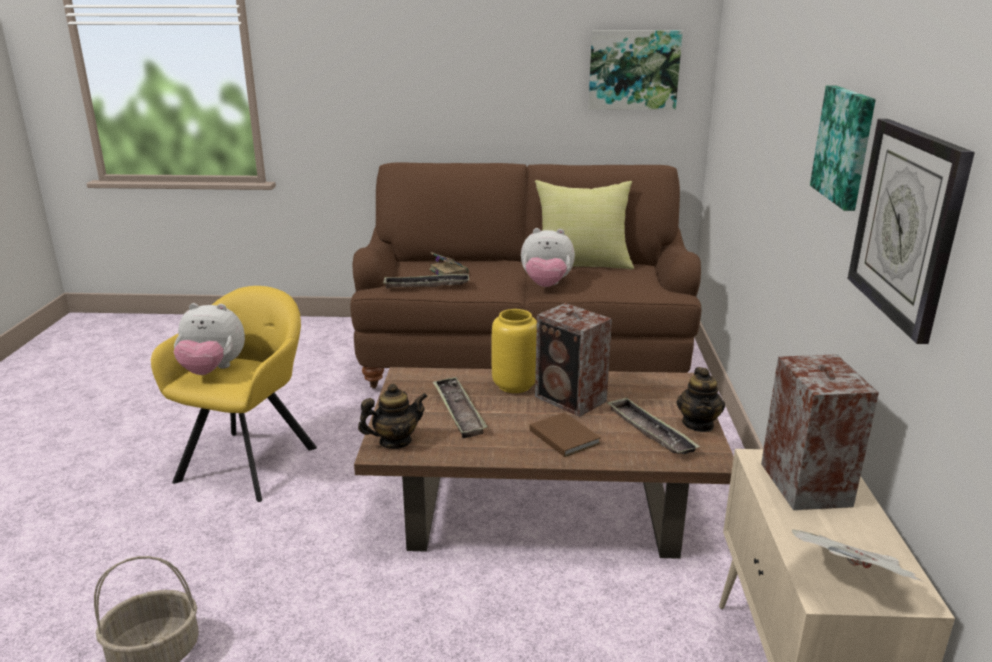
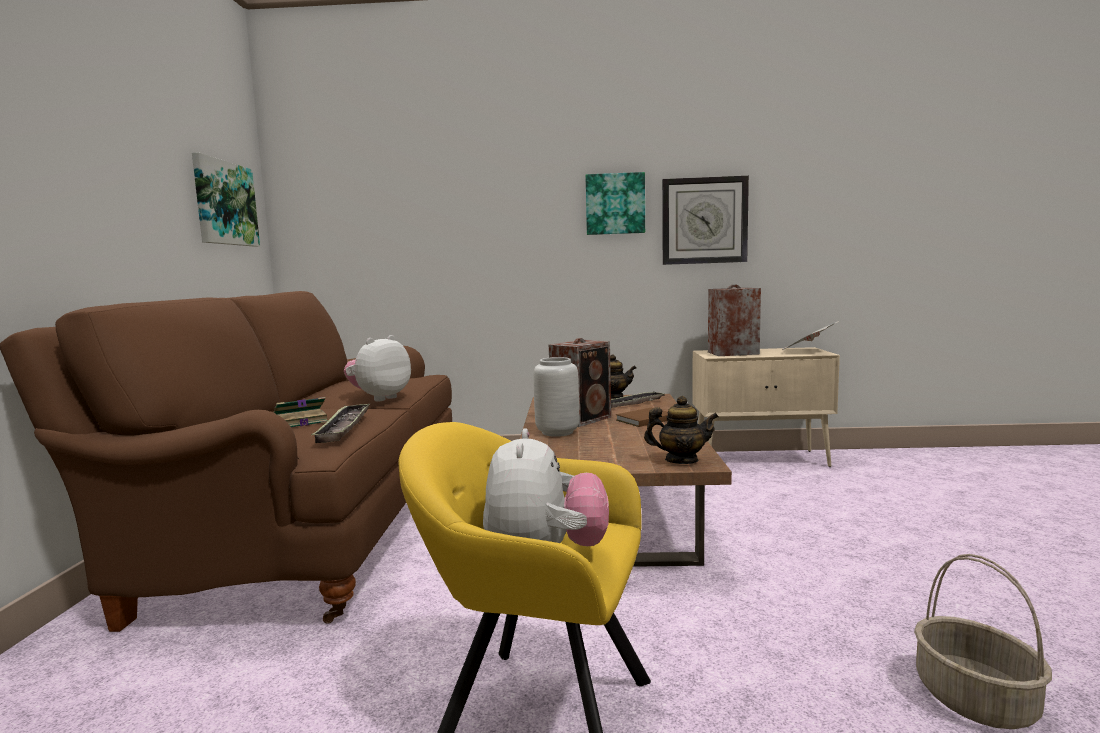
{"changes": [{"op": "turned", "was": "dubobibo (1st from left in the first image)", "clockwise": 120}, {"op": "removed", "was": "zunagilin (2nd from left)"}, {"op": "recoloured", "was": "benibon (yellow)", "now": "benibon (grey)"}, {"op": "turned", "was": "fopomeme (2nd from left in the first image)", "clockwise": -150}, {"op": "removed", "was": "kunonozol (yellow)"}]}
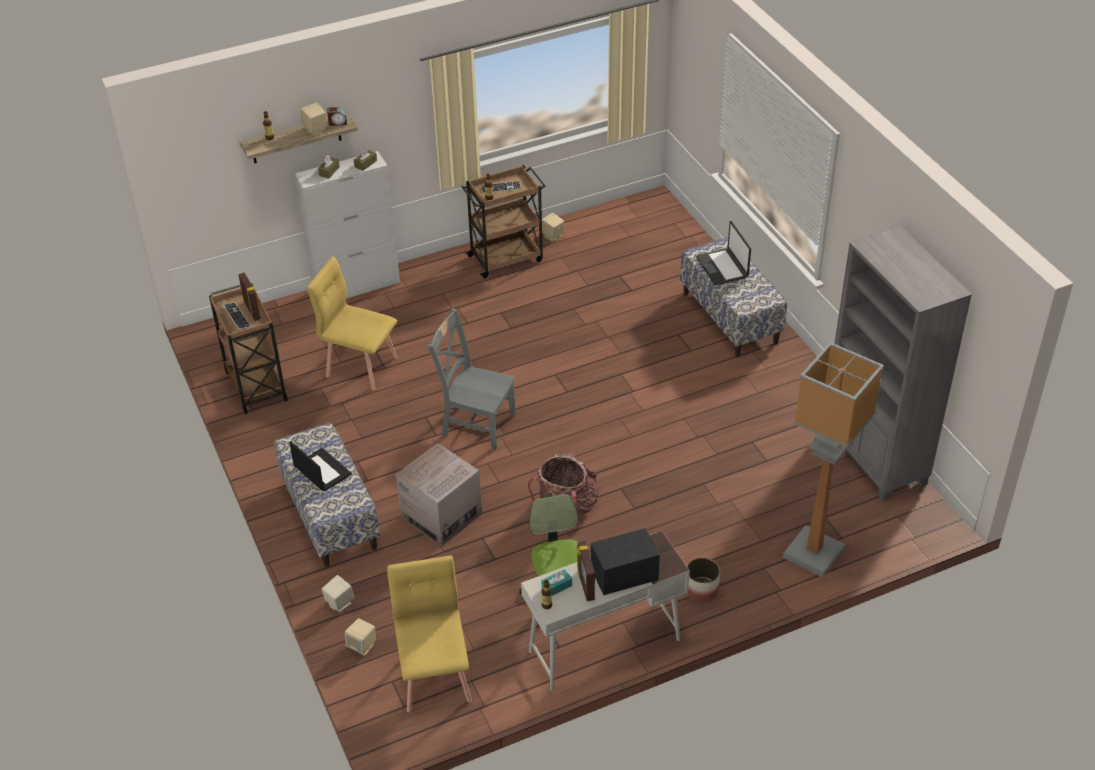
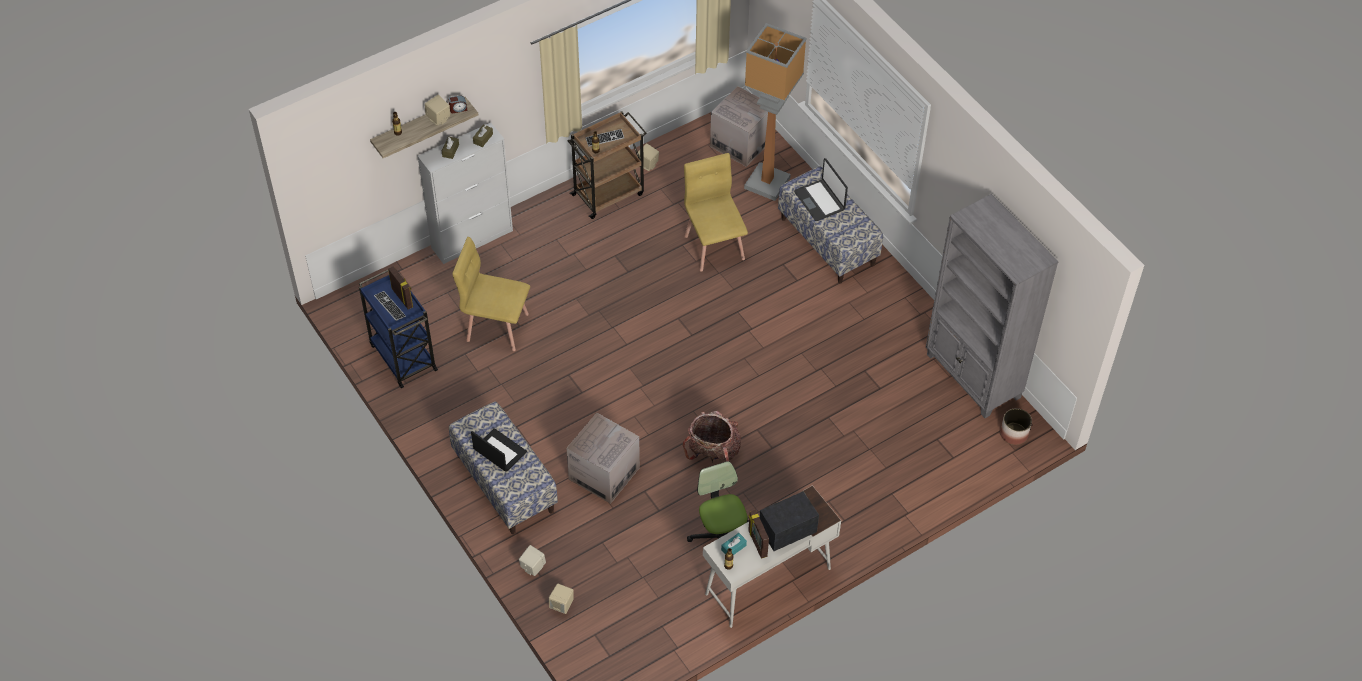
{"changes": [{"op": "recoloured", "was": "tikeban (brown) (1st from left)", "now": "tikeban (blue)"}, {"op": "moved", "was": "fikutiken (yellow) (2nd from left)"}, {"op": "removed", "was": "fikutiken (grey)"}, {"op": "moved", "was": "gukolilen"}, {"op": "moved", "was": "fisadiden"}, {"op": "added", "now": "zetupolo (2nd from left)"}]}
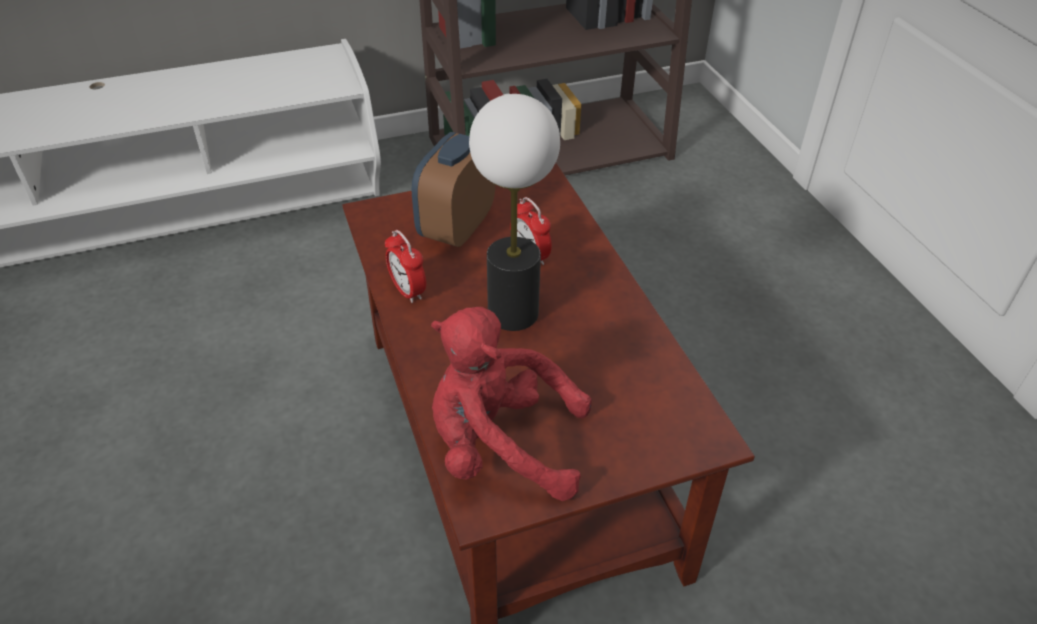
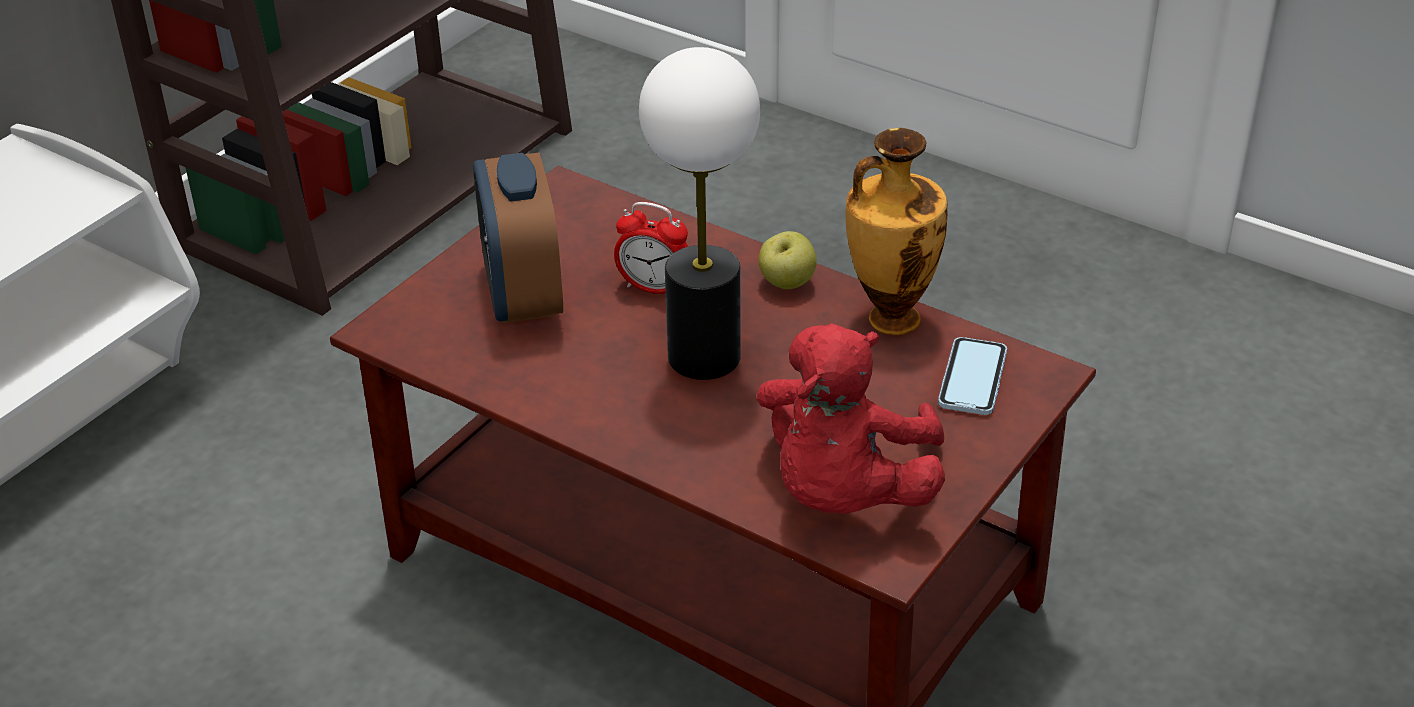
{"changes": [{"op": "removed", "was": "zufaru (1st from left)"}, {"op": "turned", "was": "fopomeme (red)", "clockwise": -45}, {"op": "added", "now": "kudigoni"}, {"op": "added", "now": "benibon"}, {"op": "added", "now": "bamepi"}]}
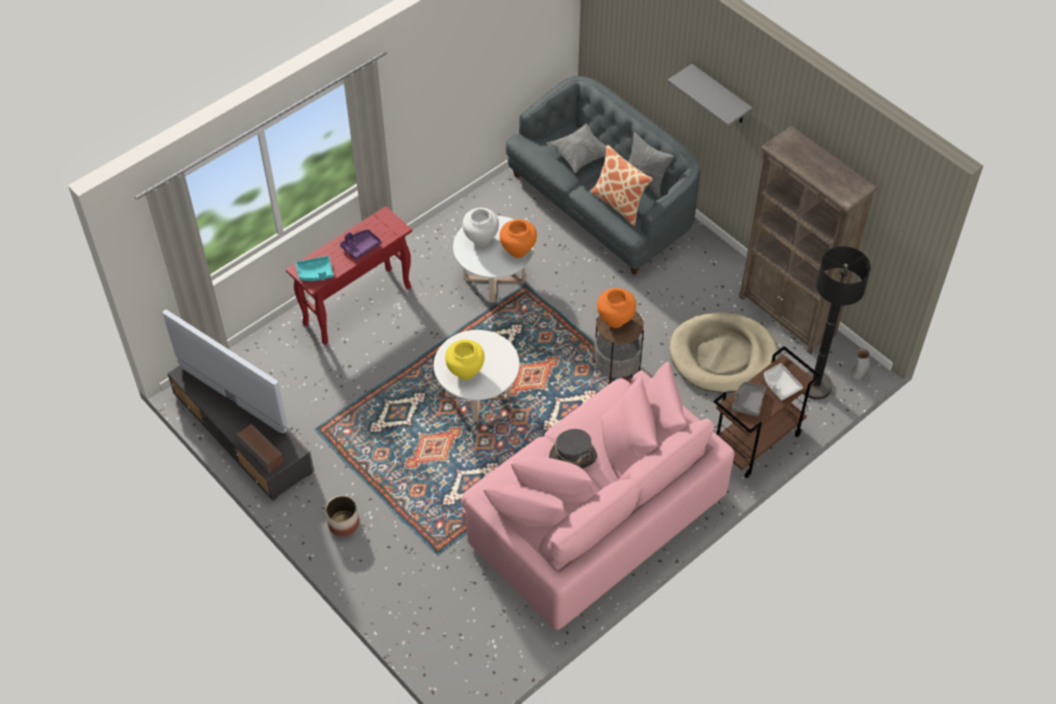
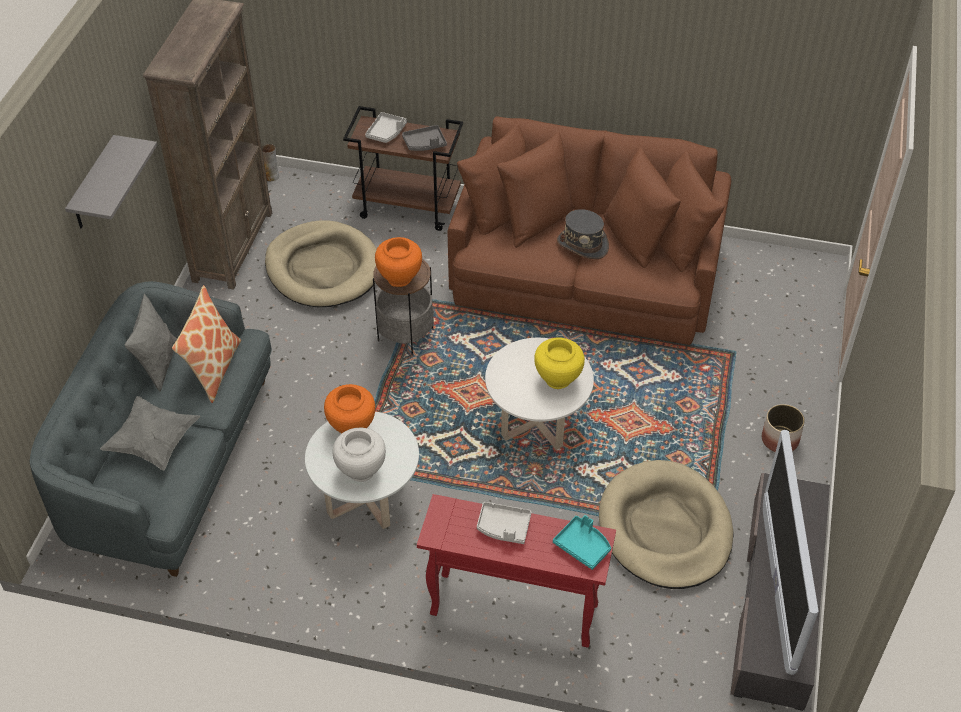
{"changes": [{"op": "removed", "was": "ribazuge"}, {"op": "recoloured", "was": "zunagilin (purple)", "now": "zunagilin (grey) (3rd from left)"}, {"op": "recoloured", "was": "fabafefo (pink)", "now": "fabafefo (brown)"}, {"op": "removed", "was": "fisadiden (black)"}, {"op": "added", "now": "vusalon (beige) (2nd from left)"}]}
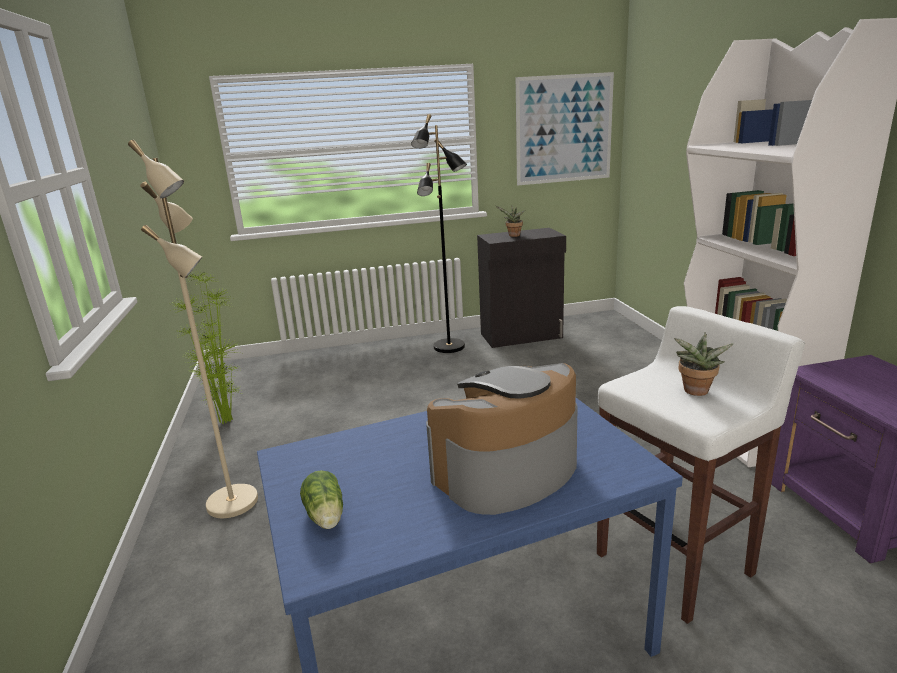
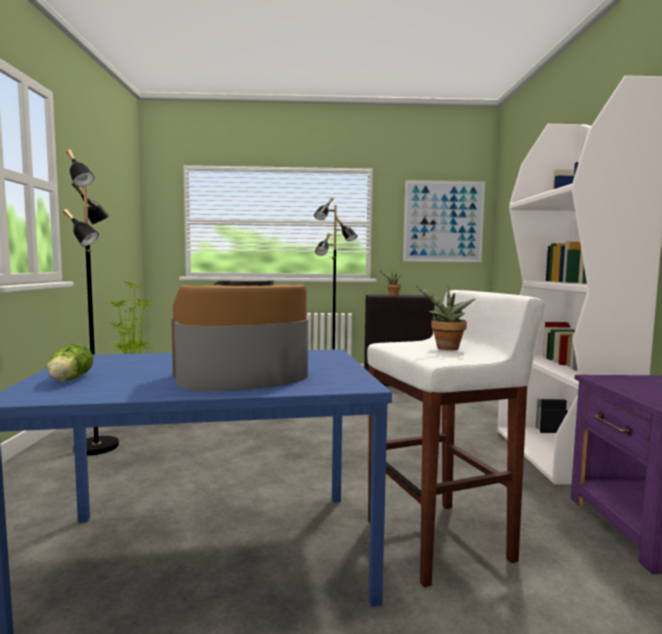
{"changes": [{"op": "recoloured", "was": "fisadiden (beige)", "now": "fisadiden (black) (1st from left)"}]}
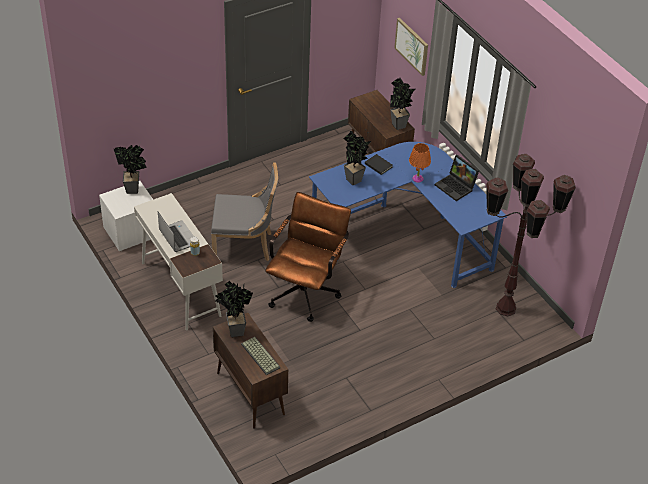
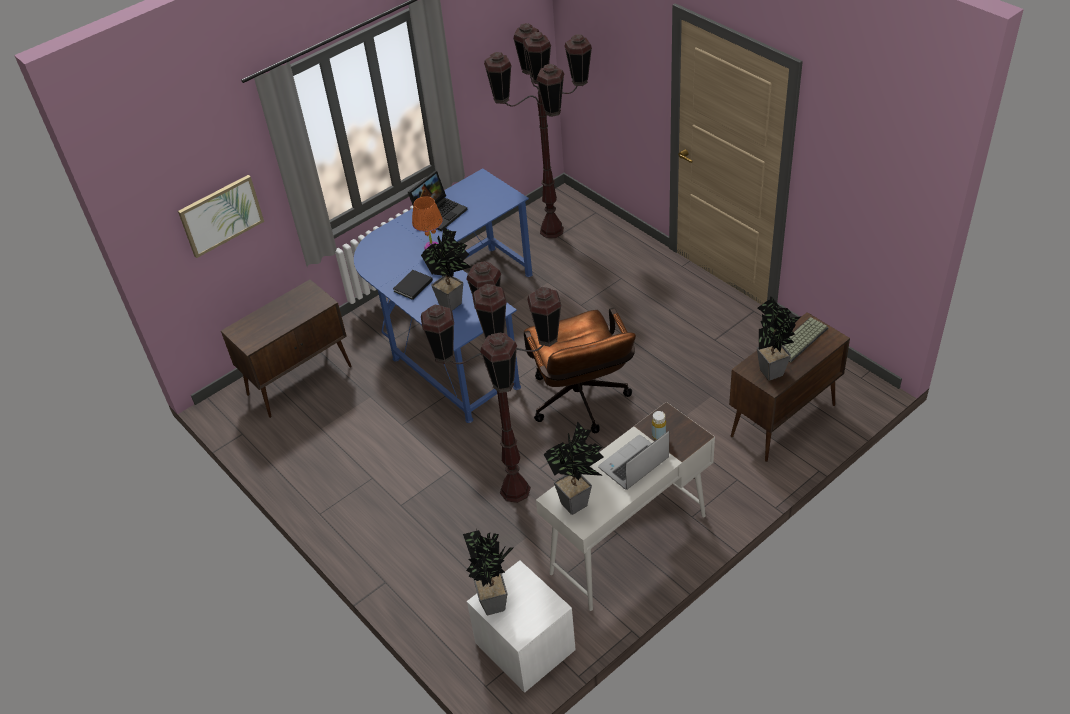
{"changes": [{"op": "replaced", "was": "fikutiken (grey)", "now": "fisadiden (brown) (1st from left)"}, {"op": "turned", "was": "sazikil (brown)", "clockwise": -120}, {"op": "moved", "was": "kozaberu (4th from left in the first image)", "now": "kozaberu (3rd from left)"}]}
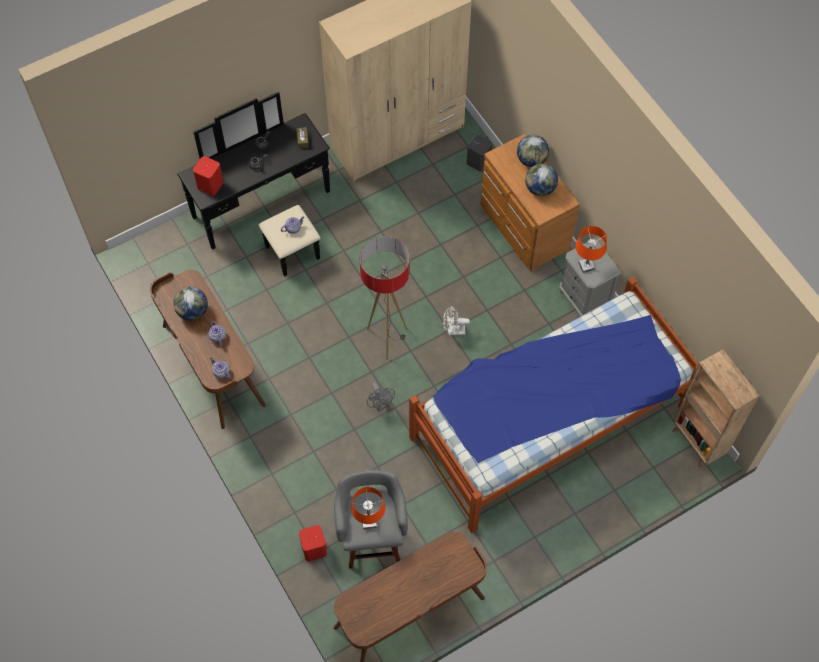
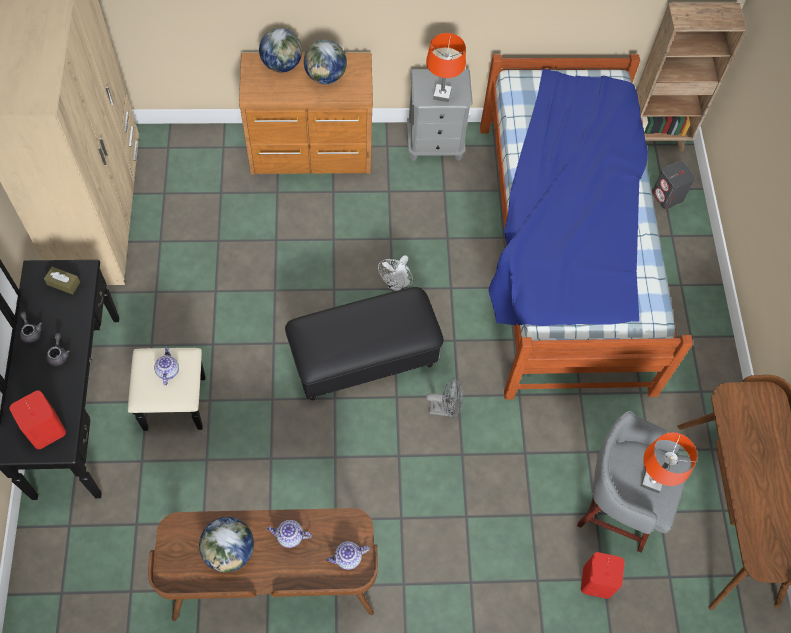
{"changes": [{"op": "replaced", "was": "fisadiden", "now": "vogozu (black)"}, {"op": "moved", "was": "ribazuge (grey)"}]}
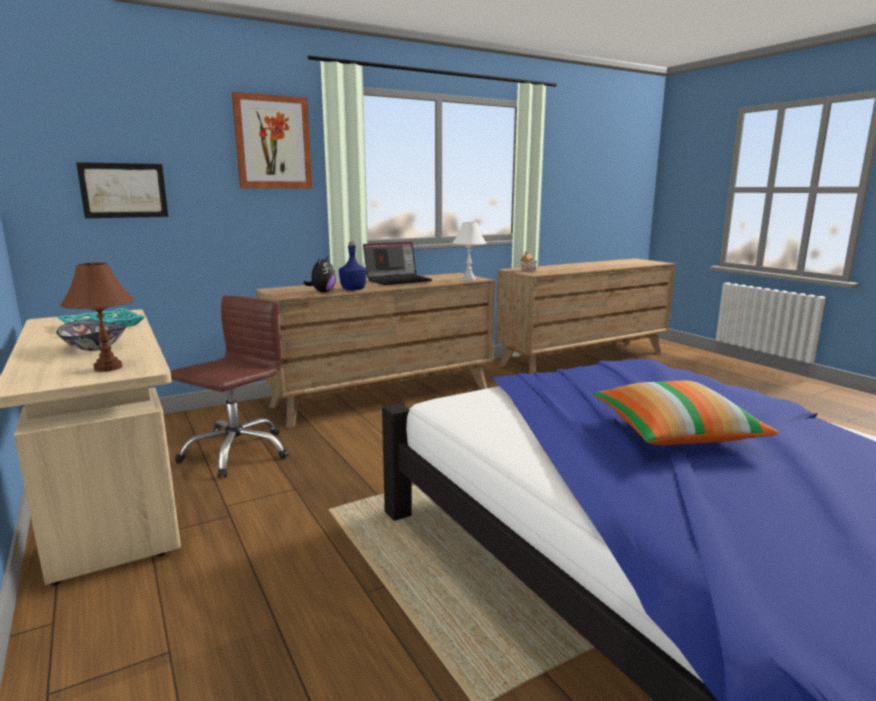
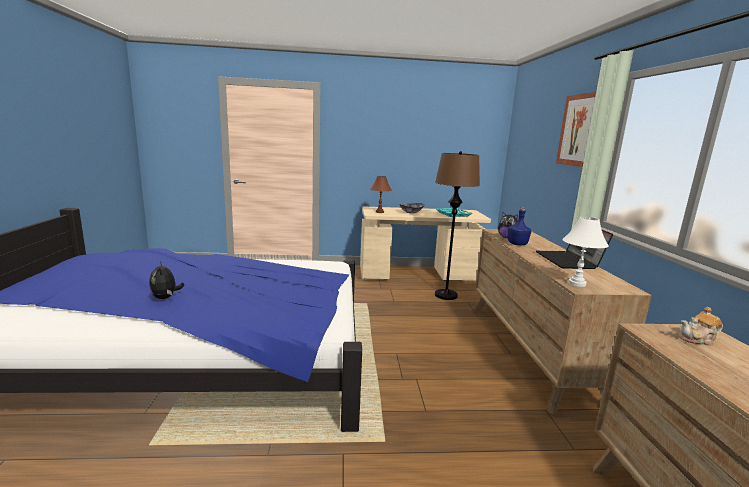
{"changes": [{"op": "removed", "was": "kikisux (1st from left)"}, {"op": "replaced", "was": "sazikil (brown)", "now": "fisadiden (brown)"}, {"op": "removed", "was": "kunonozol"}, {"op": "added", "now": "fopomeme (1st from left)"}]}
